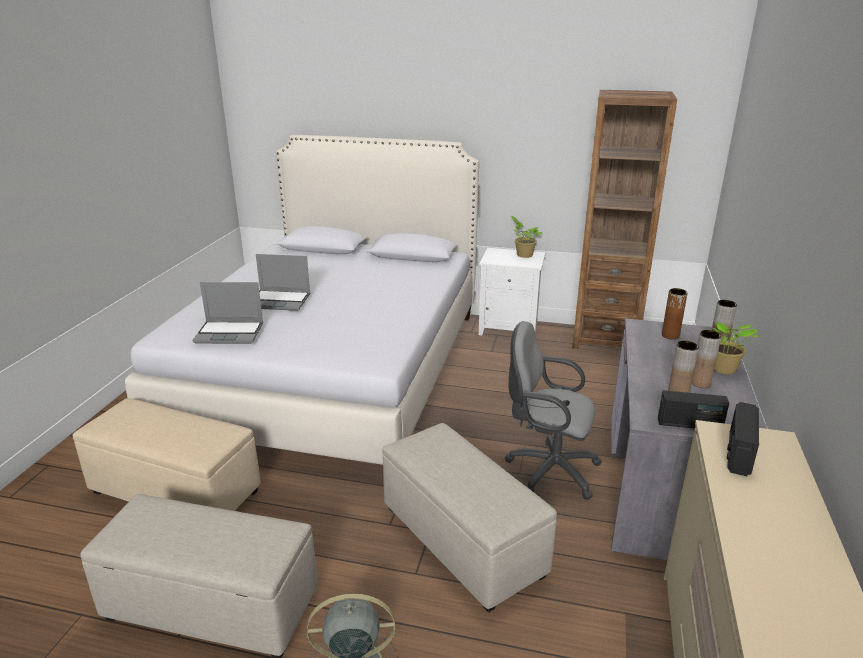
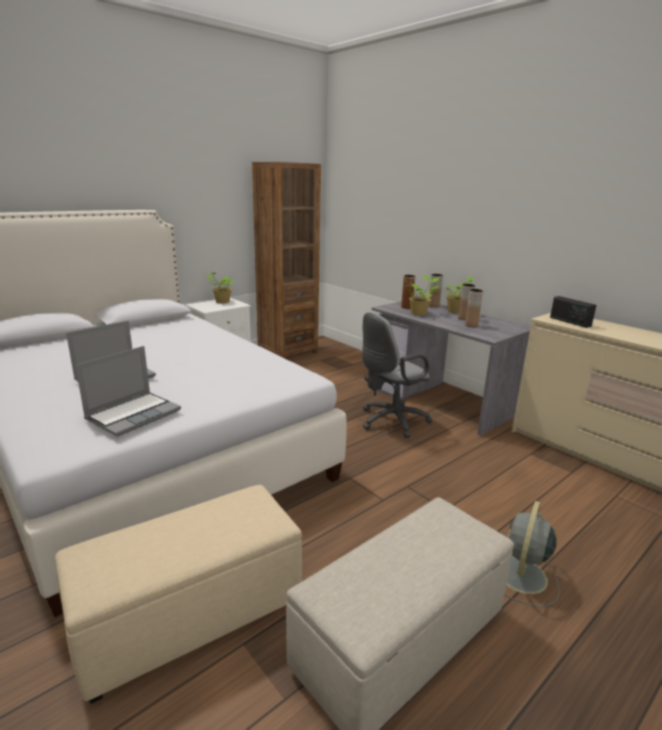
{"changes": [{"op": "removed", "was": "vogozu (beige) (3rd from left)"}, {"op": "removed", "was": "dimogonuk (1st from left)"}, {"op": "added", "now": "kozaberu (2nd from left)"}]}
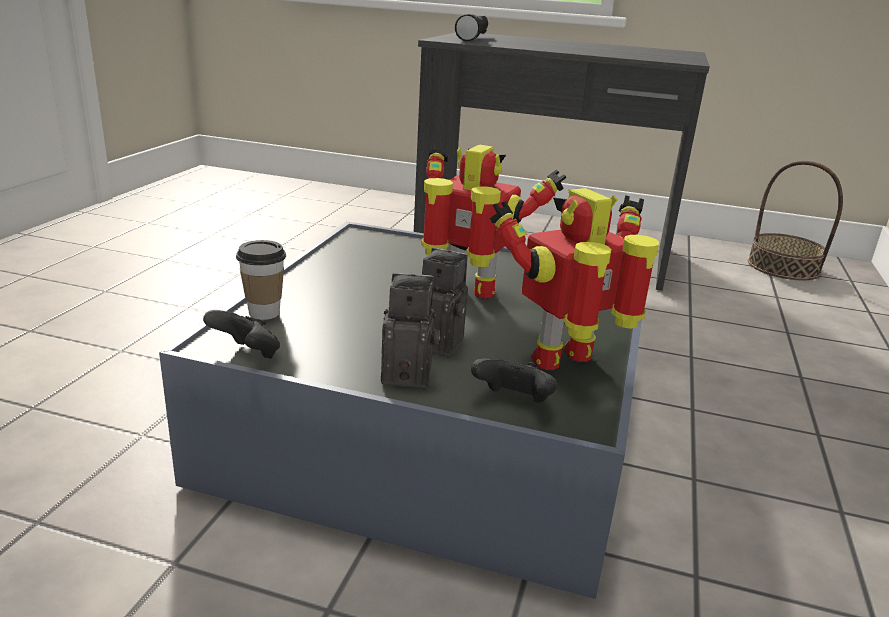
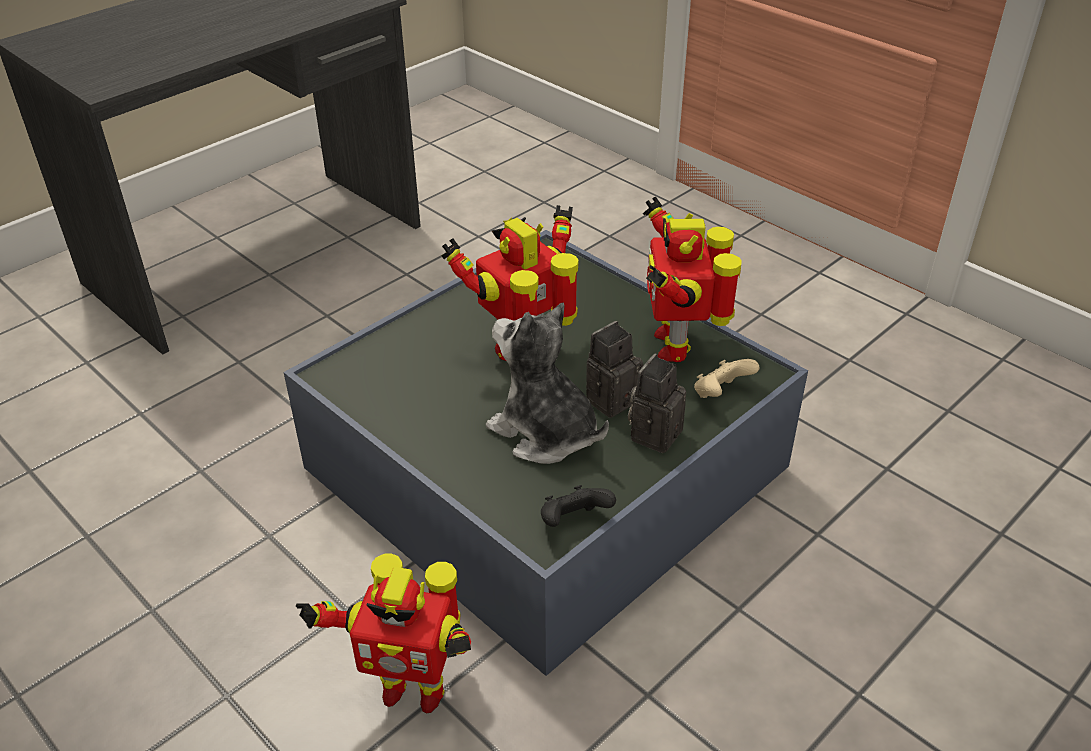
{"changes": [{"op": "removed", "was": "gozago"}, {"op": "removed", "was": "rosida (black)"}, {"op": "recoloured", "was": "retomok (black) (2nd from left)", "now": "retomok (beige)"}, {"op": "removed", "was": "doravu"}, {"op": "added", "now": "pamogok (1st from left)"}, {"op": "added", "now": "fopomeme"}]}
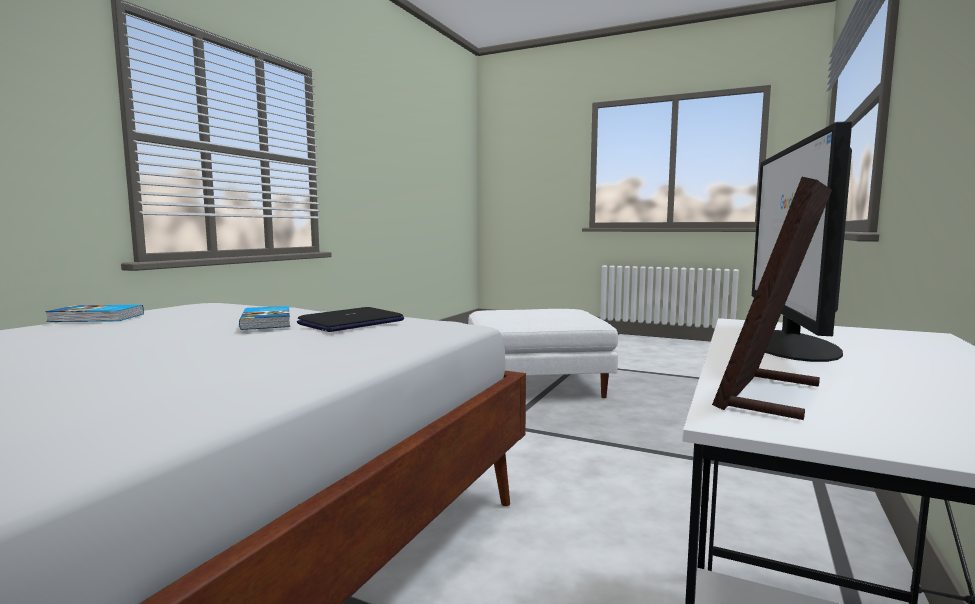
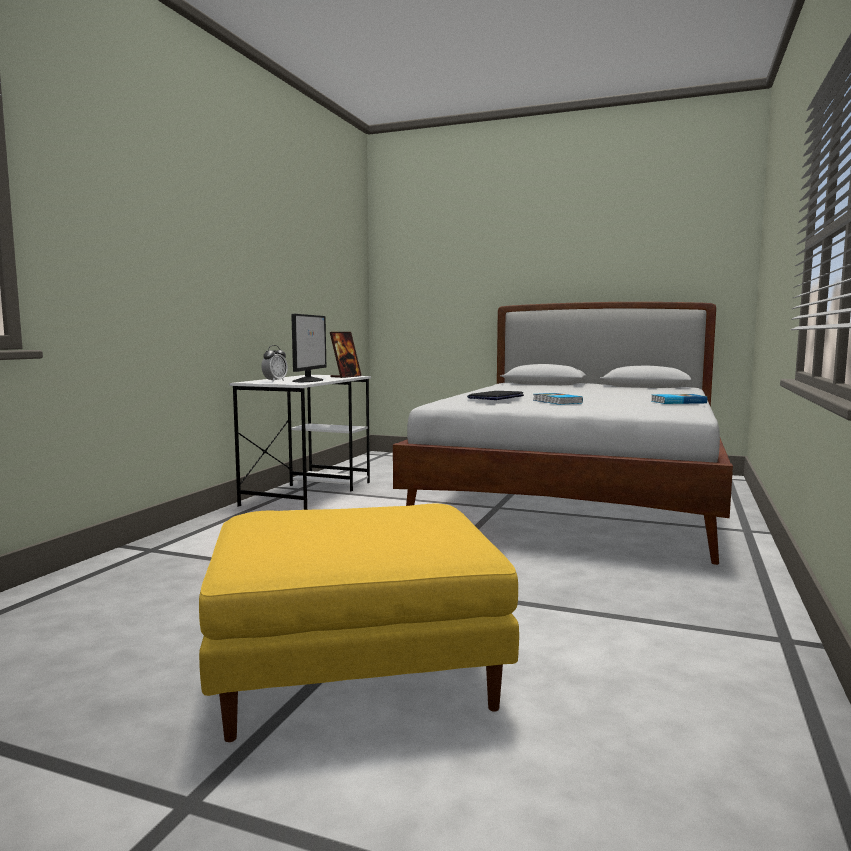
{"changes": [{"op": "recoloured", "was": "vogozu (white)", "now": "vogozu (yellow)"}, {"op": "added", "now": "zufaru"}]}
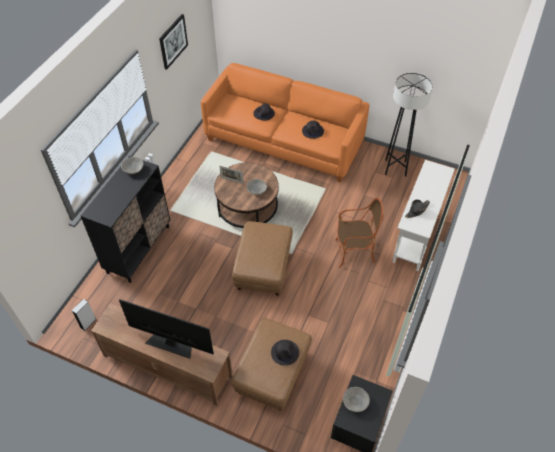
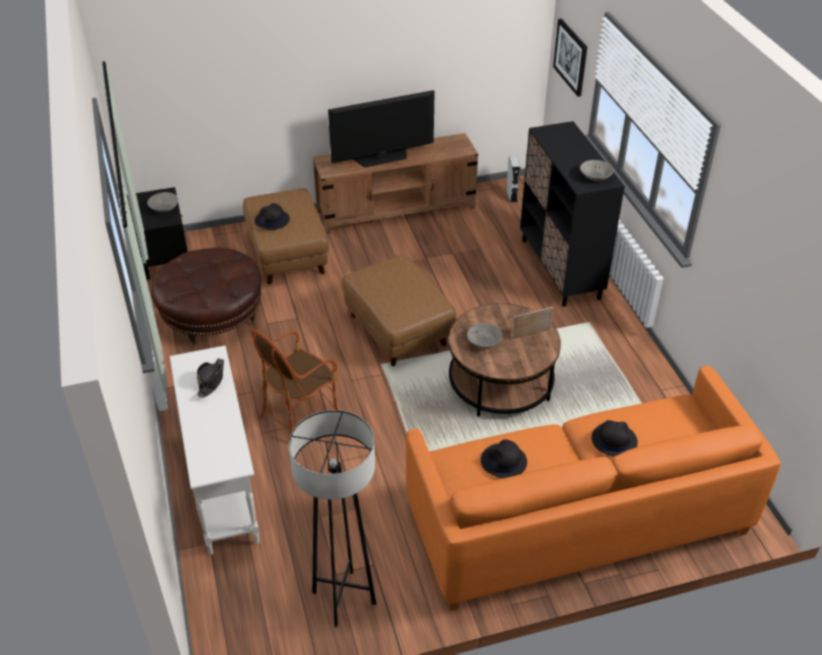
{"changes": [{"op": "moved", "was": "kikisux"}, {"op": "added", "now": "vogozu (brown) (1st from left)"}]}
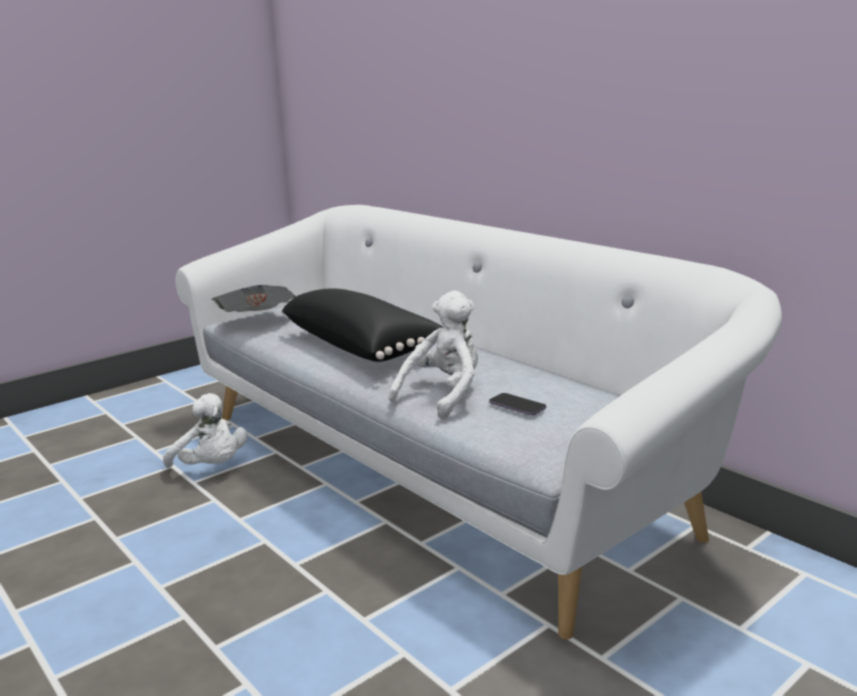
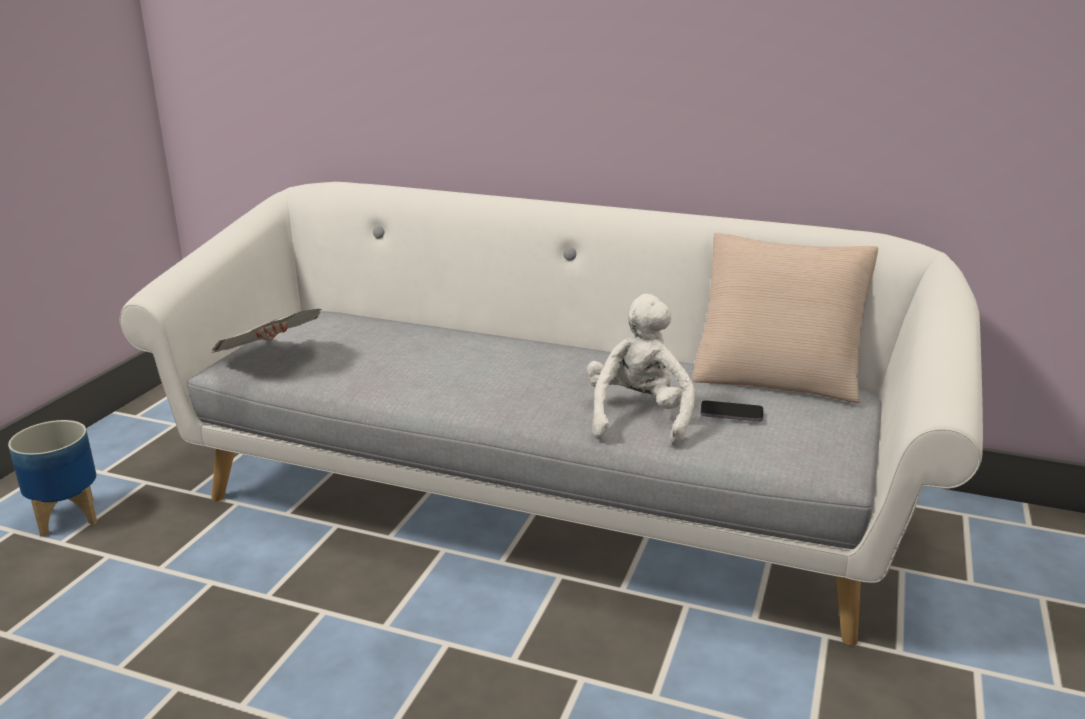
{"changes": [{"op": "removed", "was": "fopomeme (white) (1st from left)"}, {"op": "removed", "was": "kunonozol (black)"}, {"op": "added", "now": "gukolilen"}, {"op": "added", "now": "kunonozol (beige)"}]}
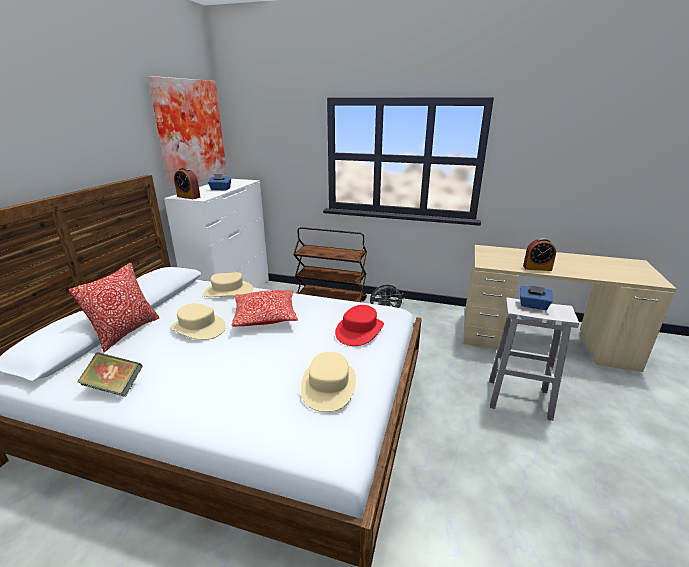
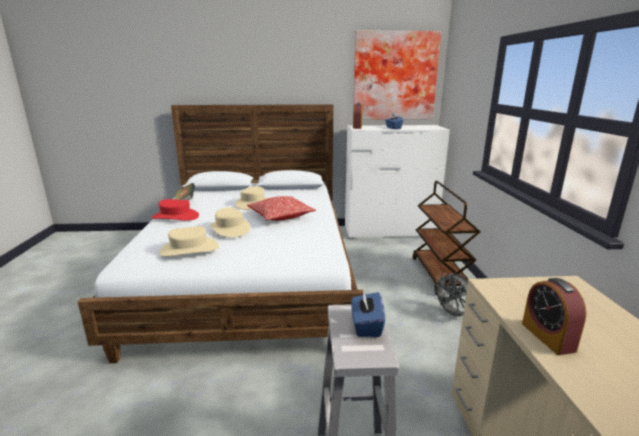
{"changes": [{"op": "removed", "was": "kunonozol (1st from left)"}, {"op": "moved", "was": "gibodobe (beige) (2nd from left)"}, {"op": "moved", "was": "gibodobe (red)"}]}
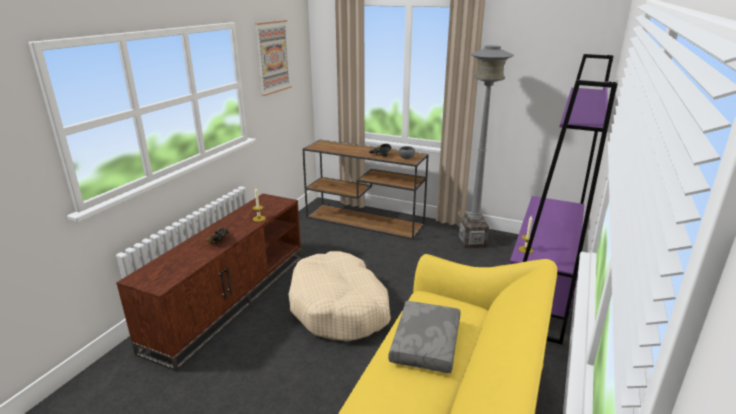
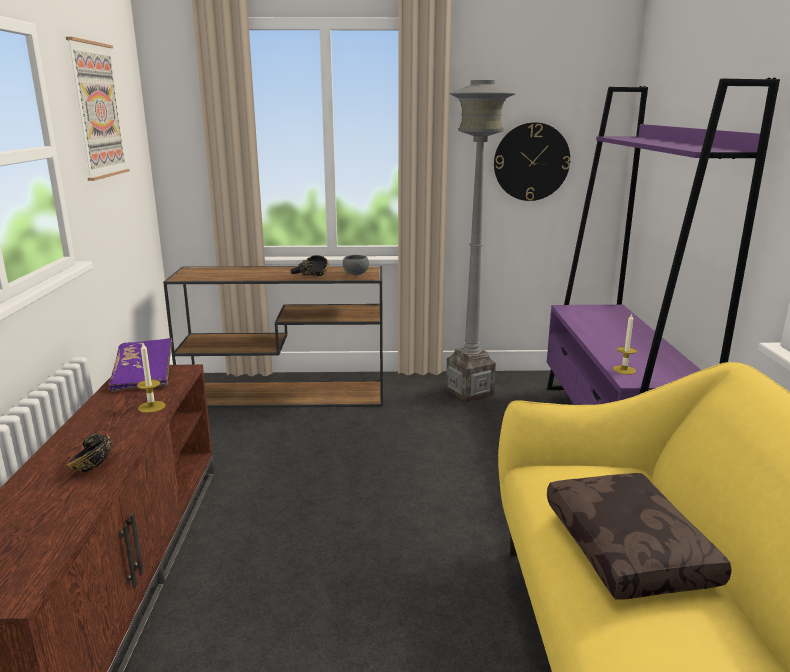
{"changes": [{"op": "removed", "was": "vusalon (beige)"}, {"op": "recoloured", "was": "kunonozol (grey)", "now": "kunonozol (brown)"}, {"op": "added", "now": "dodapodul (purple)"}, {"op": "added", "now": "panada"}]}
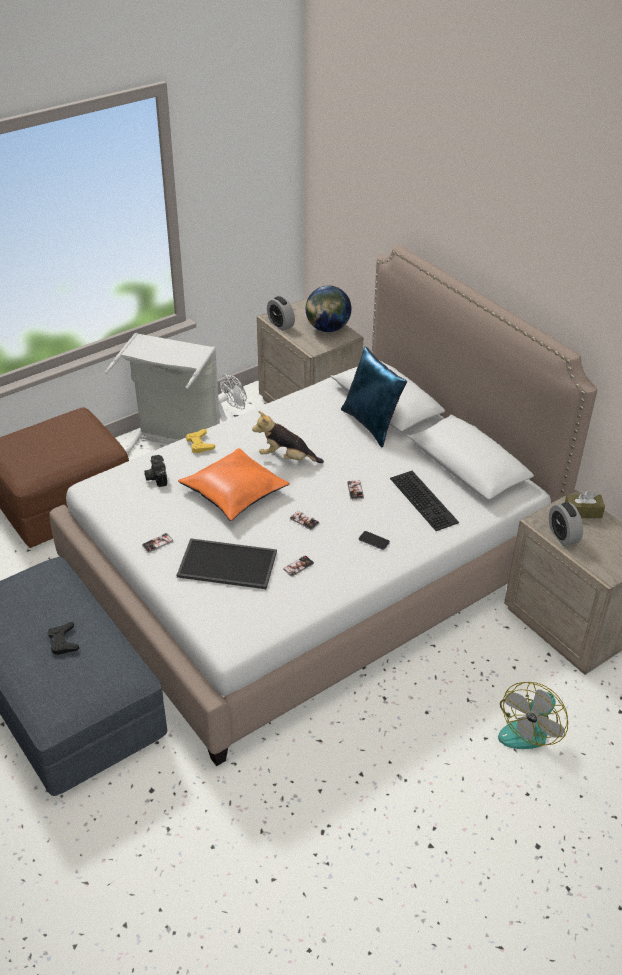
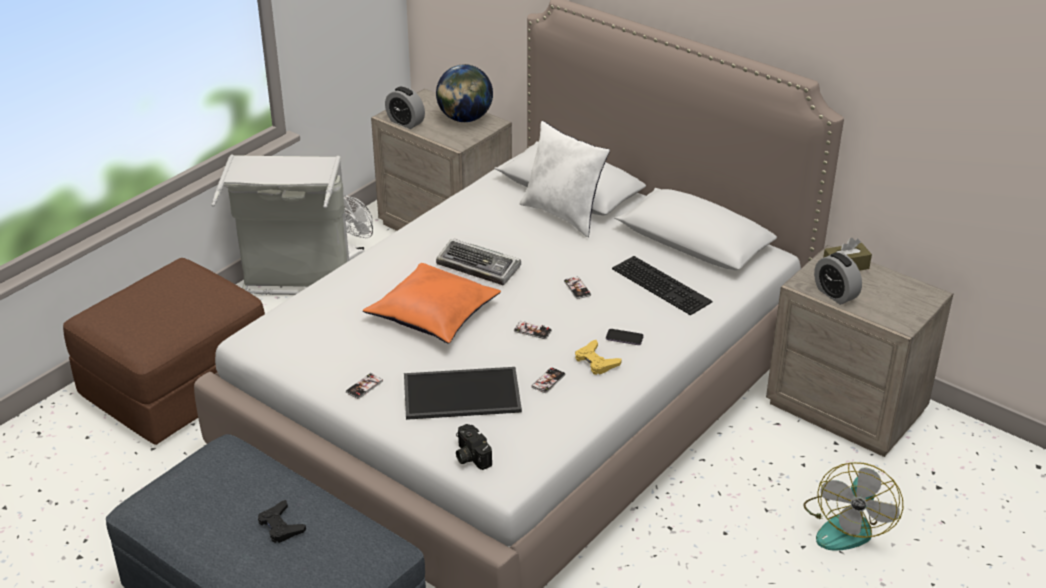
{"changes": [{"op": "moved", "was": "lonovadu"}, {"op": "moved", "was": "retomok (yellow)"}, {"op": "replaced", "was": "fopomeme", "now": "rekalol (1st from left)"}, {"op": "recoloured", "was": "kunonozol (blue)", "now": "kunonozol (white)"}]}
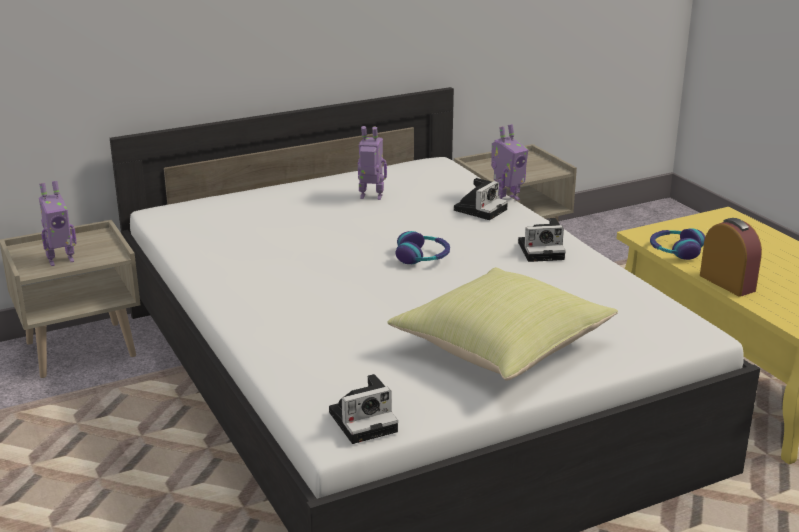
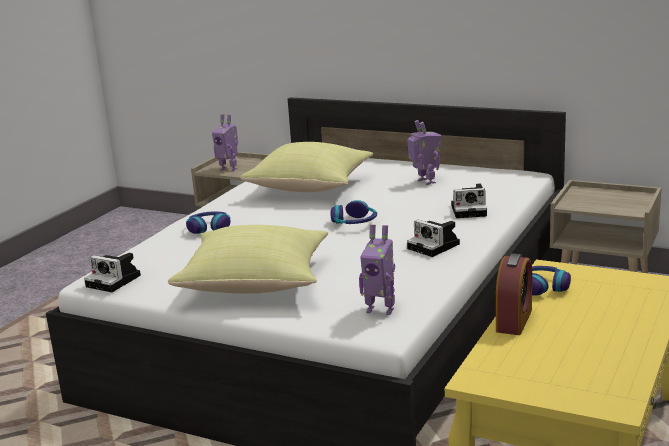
{"changes": [{"op": "moved", "was": "pamogok (3rd from left in the first image)", "now": "pamogok (2nd from left)"}, {"op": "added", "now": "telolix (1st from left)"}, {"op": "added", "now": "kunonozol (yellow) (2nd from left)"}]}
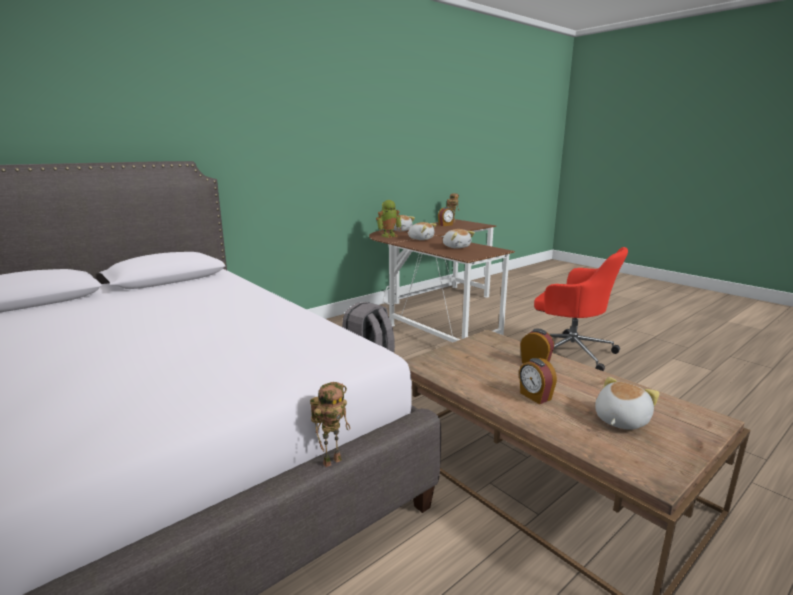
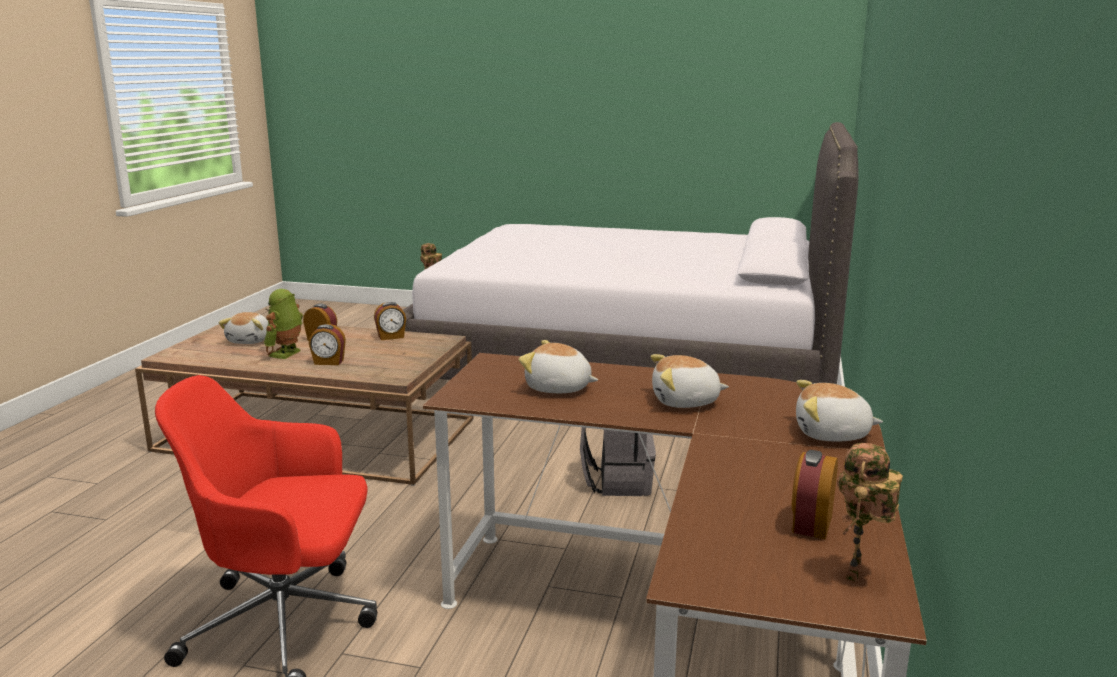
{"changes": [{"op": "moved", "was": "pamogok (2nd from left in the first image)", "now": "pamogok (1st from left)"}, {"op": "added", "now": "zufaru (3rd from left)"}]}
